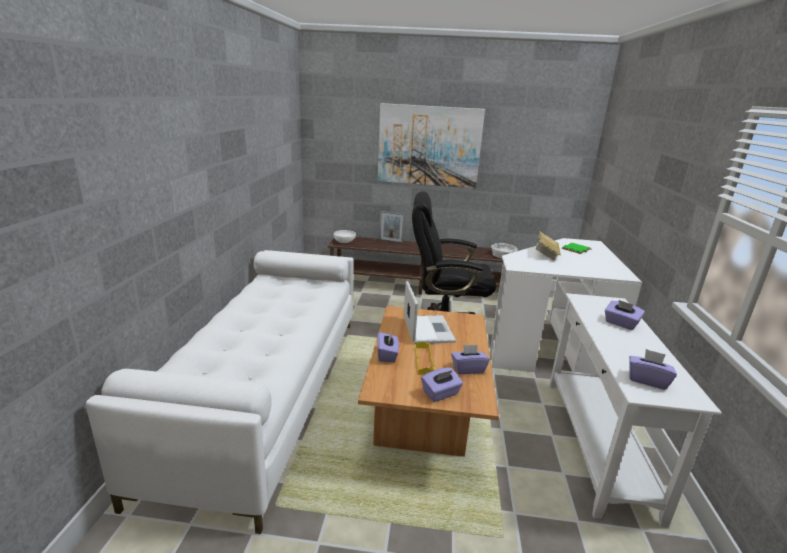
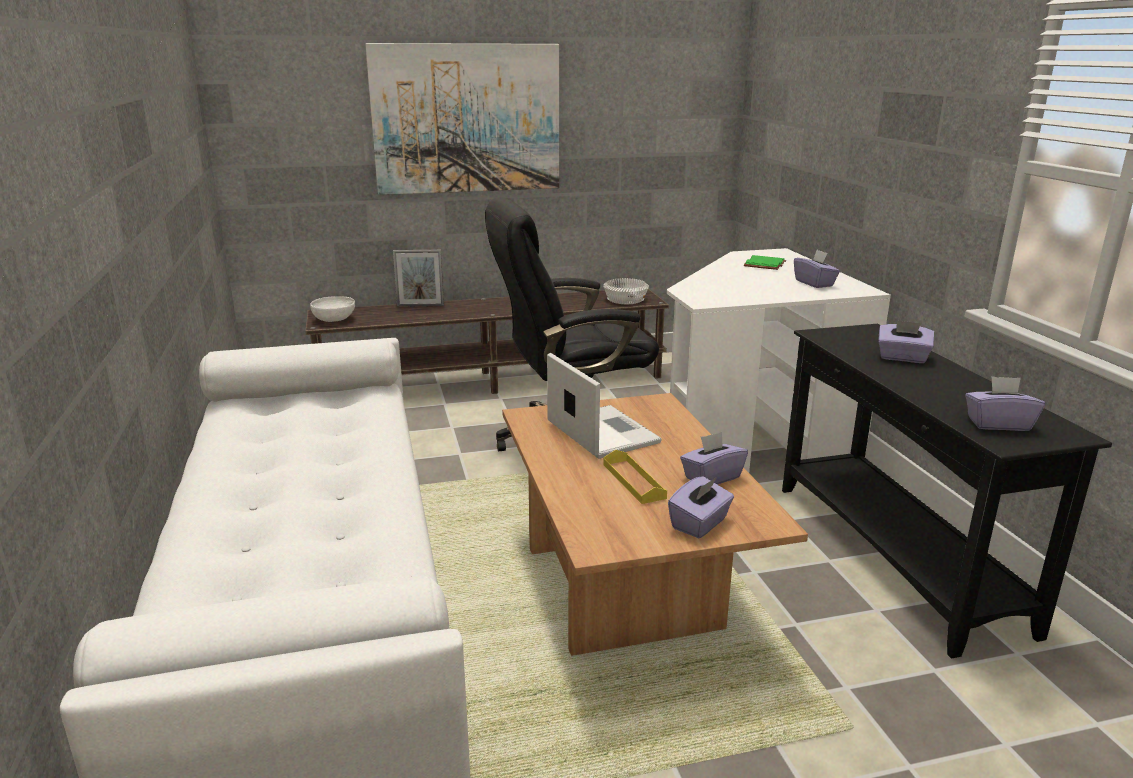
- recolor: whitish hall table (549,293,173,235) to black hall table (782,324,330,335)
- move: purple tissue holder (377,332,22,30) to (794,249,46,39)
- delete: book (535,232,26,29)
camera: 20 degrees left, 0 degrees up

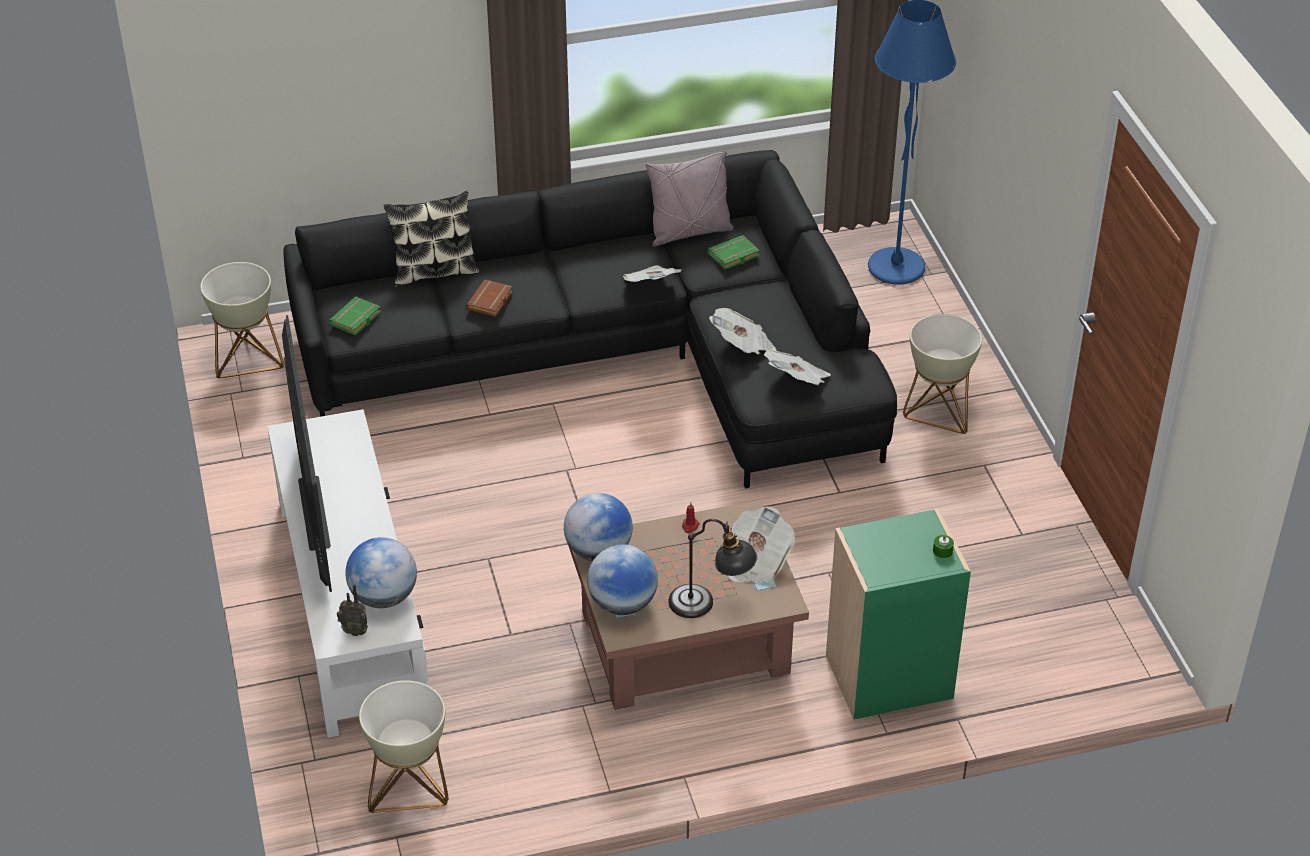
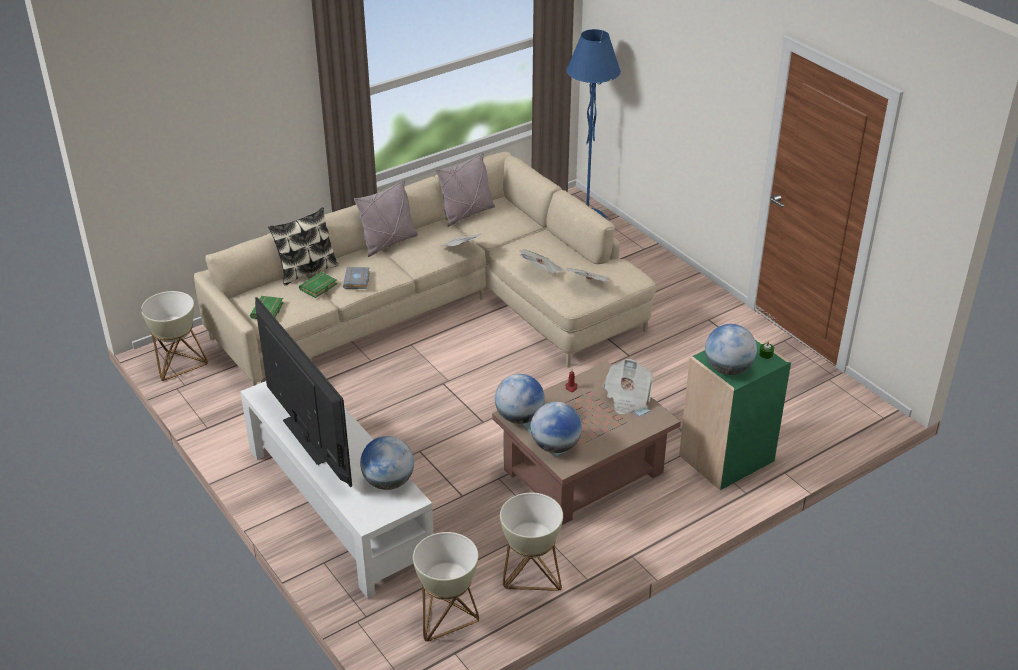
- recolor: black settee (284,150,613,339) to beige-coloured settee (194,151,461,235)
- move: greenish book (707,235,53,35) to (299,272,38,26)
- recolor: brown book (466,280,47,37) to grey book (343,267,27,22)
- insert: purple pillow (354,180,64,77)
- move: plant pot (903,314,79,120) to (500,493,63,98)
- insert: desk globe (705,324,52,51)
- delete: radio (337,584,31,52)
- delete: grey table lamp (668,519,89,99)
camera: 20 degrees left, 5 degrees down

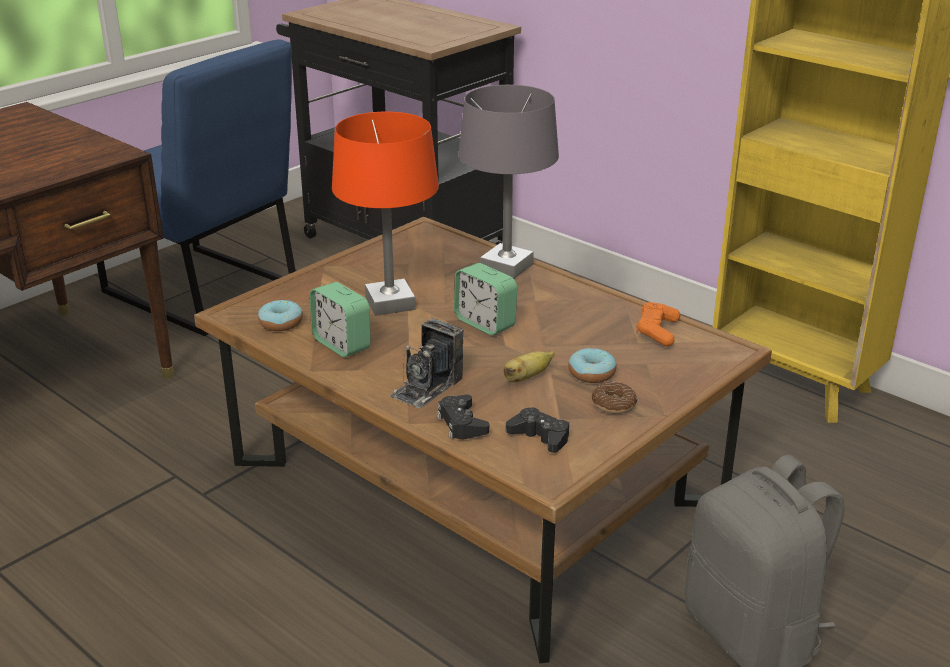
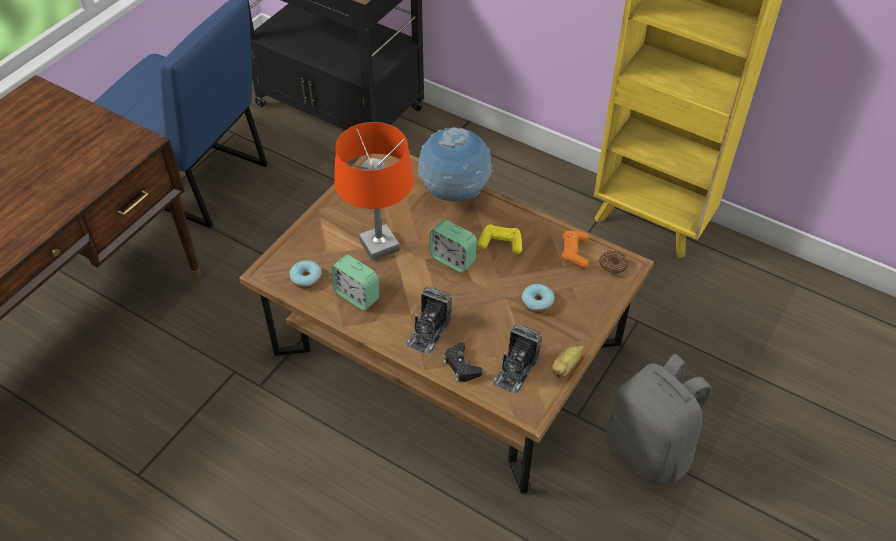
- replace: grey table lamp (458,85,101,194) to desk globe (418,127,76,74)
- insert: yellowish joypad (477,224,45,30)
- replace: black joypad (506,407,63,46) to photo camera (492,323,50,72)
- move: banana fruit (504,351,51,32) to (552,345,32,33)
- move: donut (592,381,45,33) to (599,250,29,25)
camera: 10 degrees left, 20 degrees up

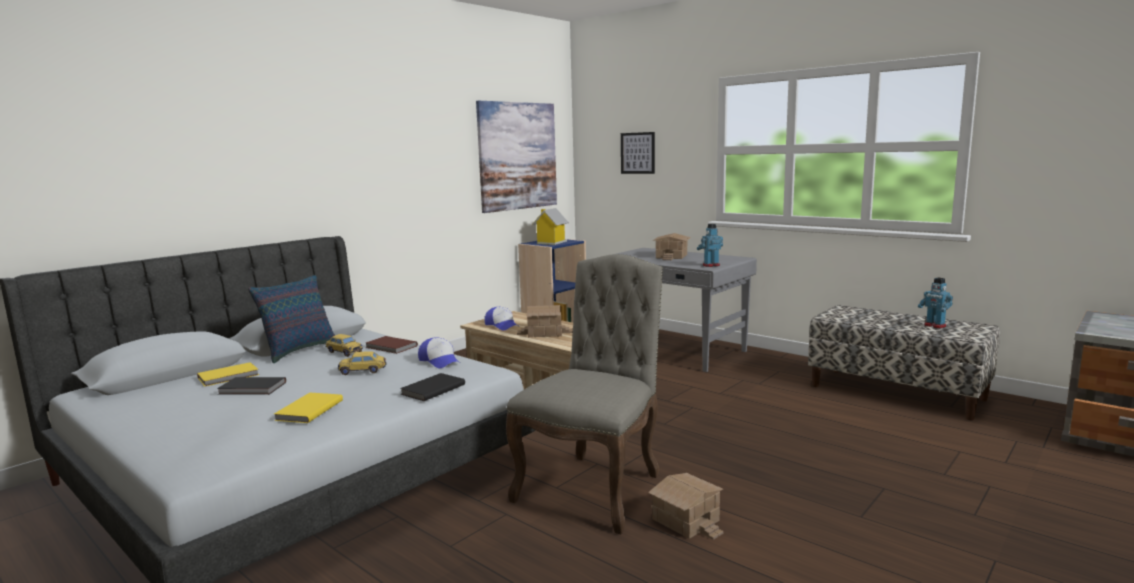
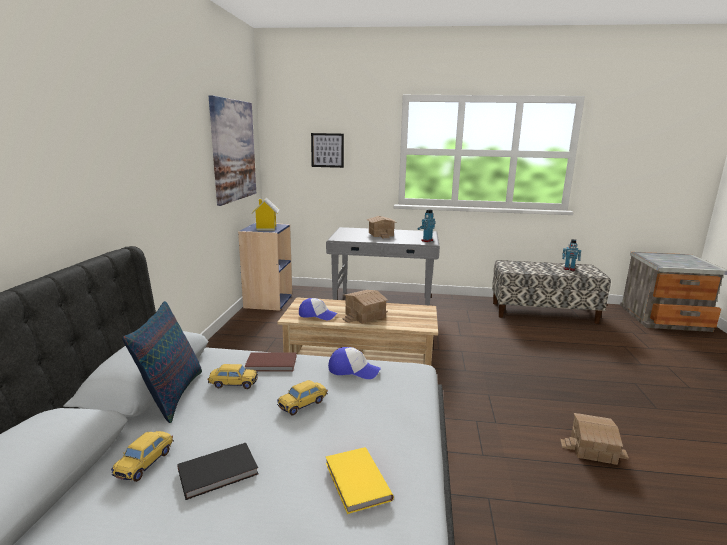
- replace: yellowish book (197,362,62,25) to toy car (111,431,63,51)
- delete: black book (400,373,65,28)
- delete: grey upright chair (506,254,157,280)
camera: 35 degrees left, 5 degrees up

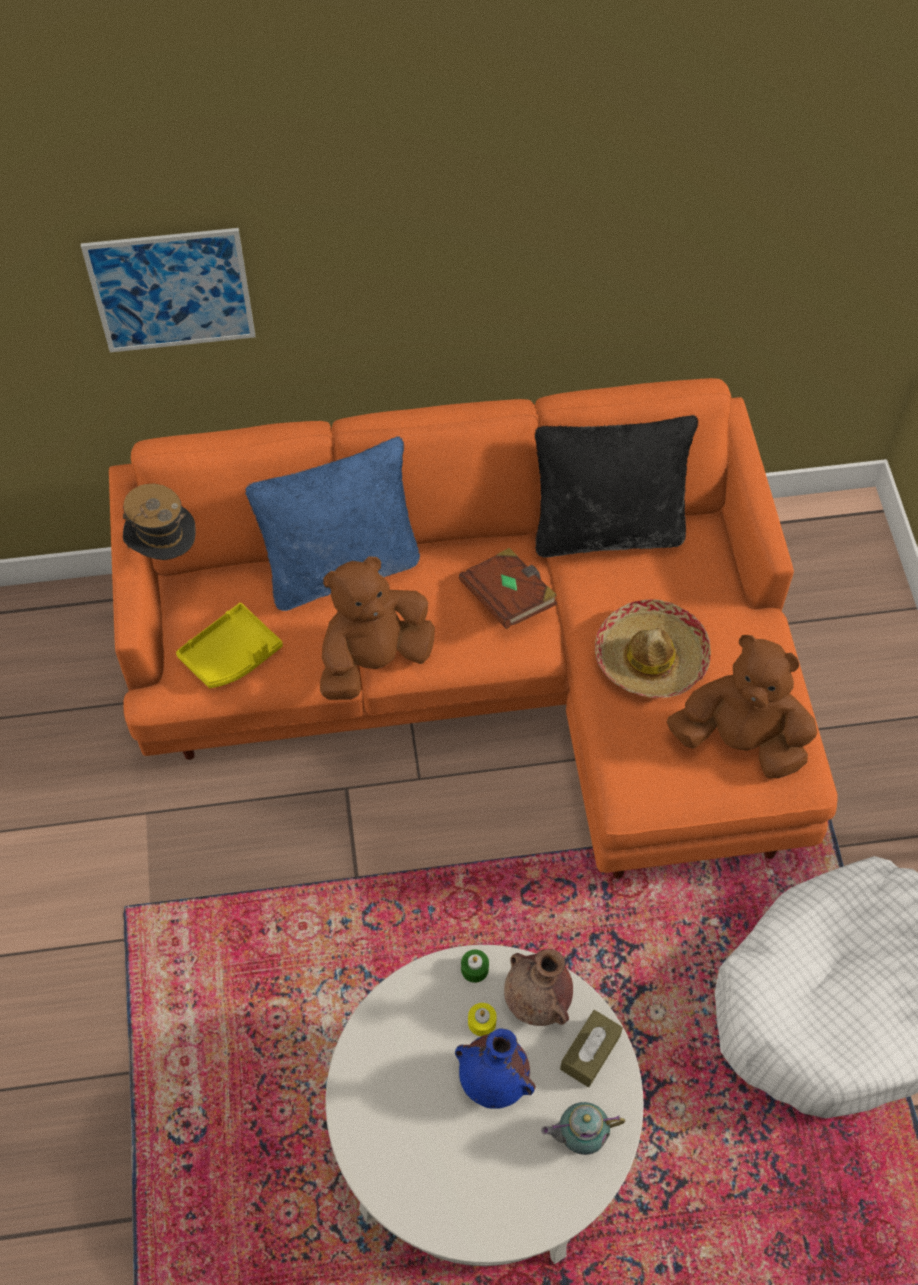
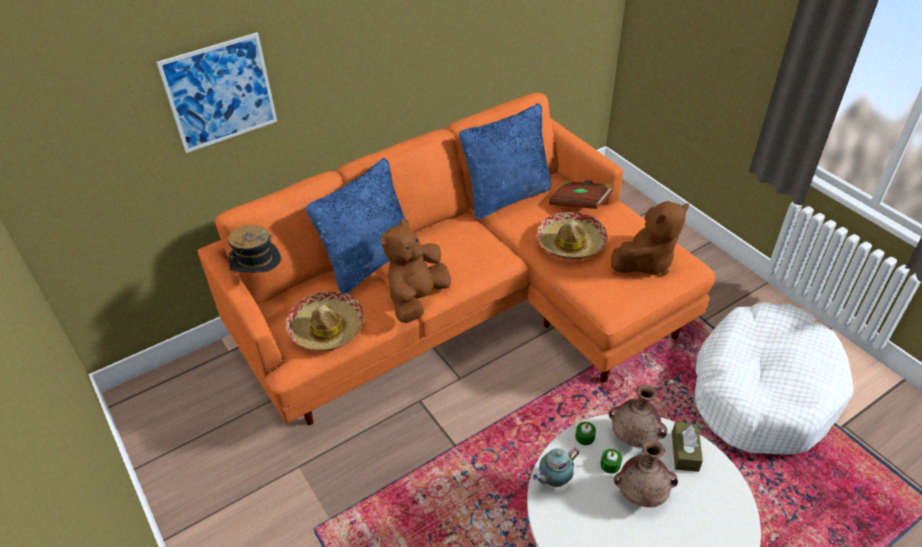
- replace: yellowish serving tray (176,603,107,85) to clothing hat (285,292,79,59)
- recolor: black pillow (534,414,164,144) to bluish pillow (459,103,92,116)
- move: pot for tea (541,1102,84,53) to (532,447,47,40)
- move: brown book (459,548,98,81) to (549,180,64,29)
- recolor: yellowish wax candle (468,1003,29,33) to greenish wax candle (600,449,22,25)
- rotate: brown soft toy (667,635,150,143) = (611,201,78,75) 150 degrees clockwise
- recolor: bluish flower vase (455,1029,81,80) to brown flower vase (614,440,64,67)
camera: 25 degrees left, 15 degrees down

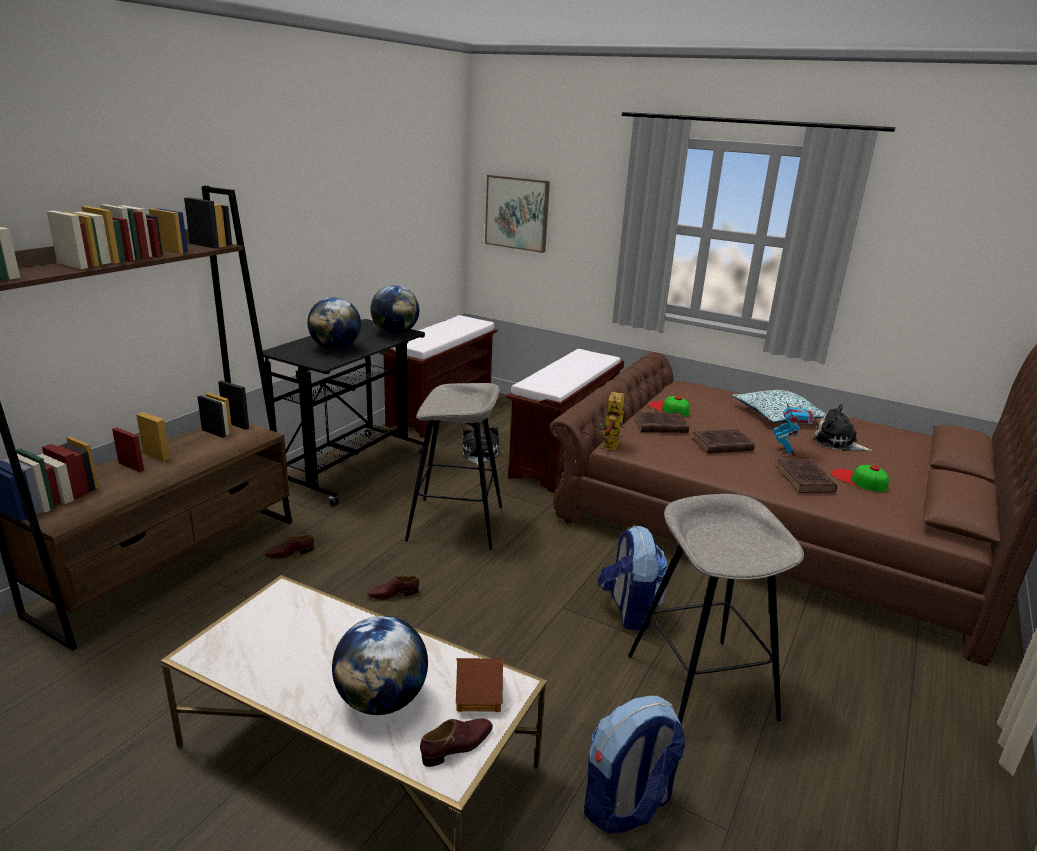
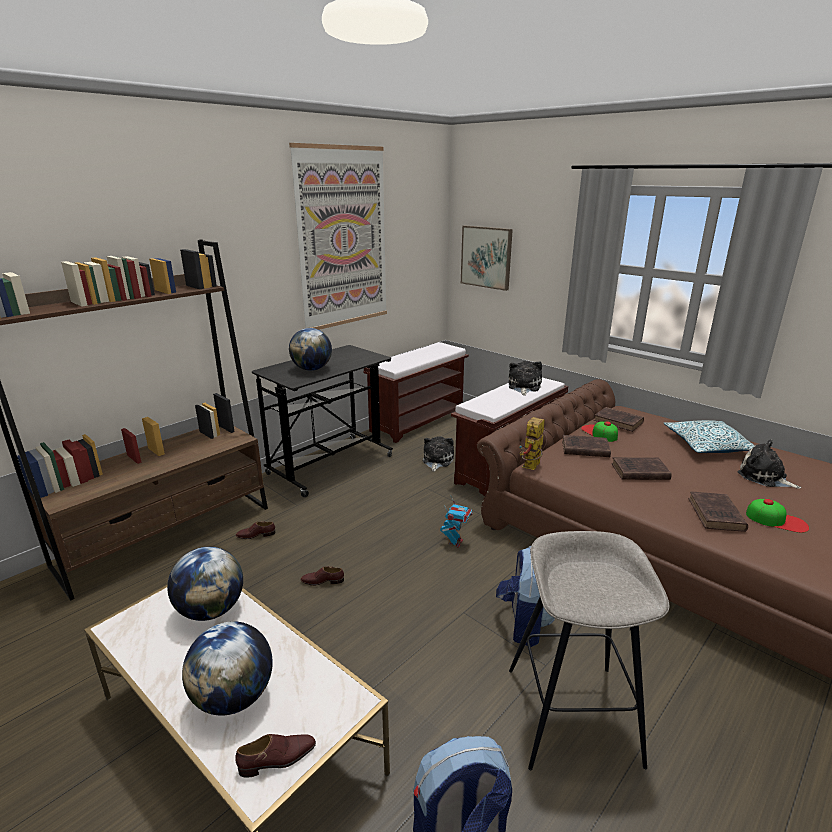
- move: desk globe (371,285,48,49) to (167,547,76,74)
- insert: wall art (289,143,98,187)
- move: model robot (773,397,42,59) to (440,495,33,53)
- insert: soft toy (508,361,34,35)
- insert: brown book (594,407,50,25)
- rotate: cap (831,465,58,27) = (746,499,63,34) 150 degrees clockwise
- delete: grey stool seat (405,383,97,167)
- delete: miniature house (456,658,48,54)
camera: 15 degrees right, 0 degrees up

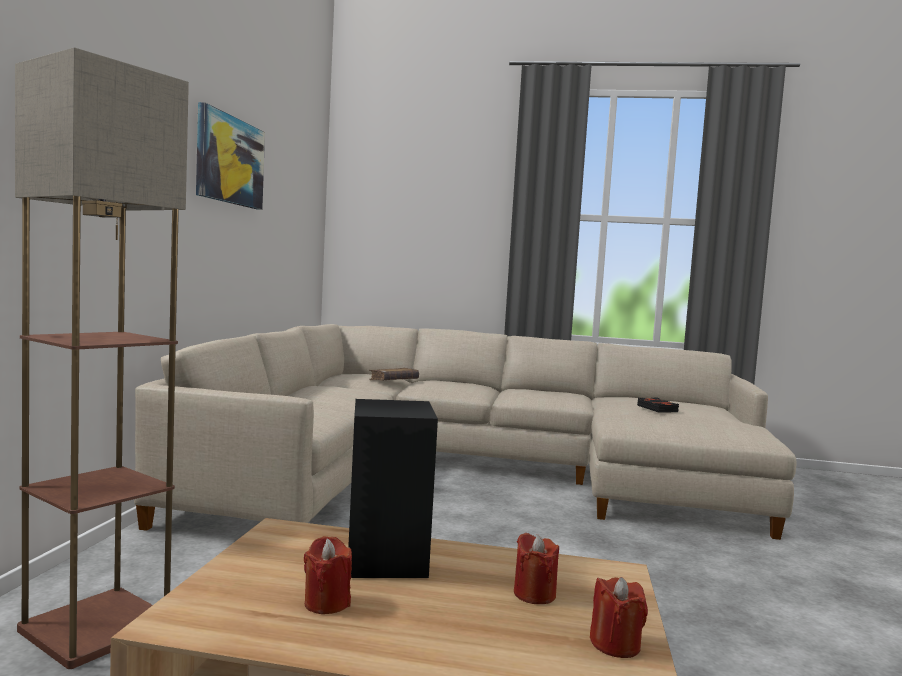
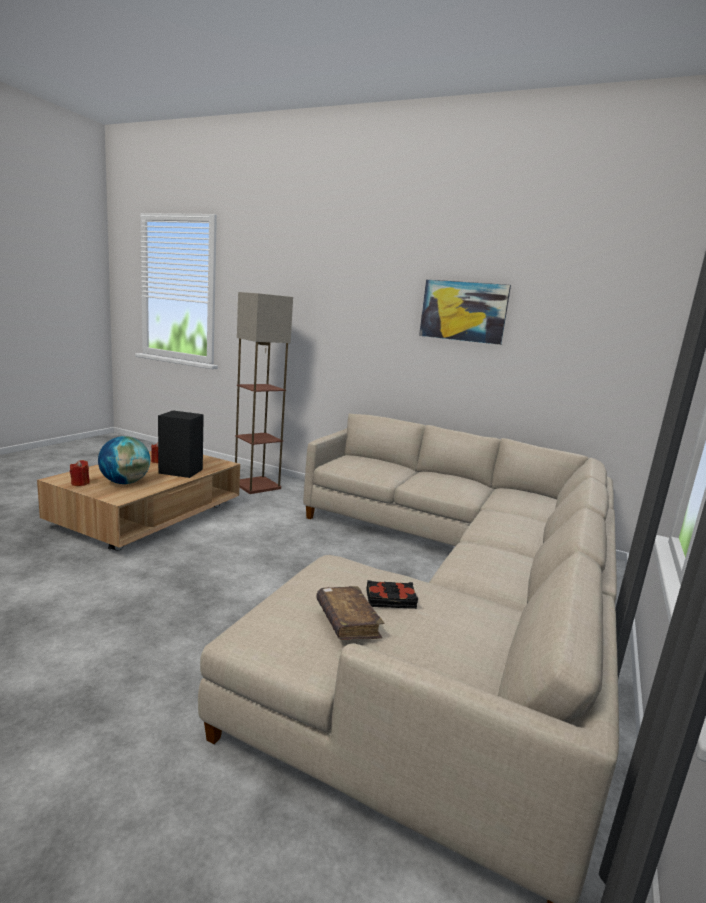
- replace: reddish wax candle (514,533,45,71) to desk globe (98,436,52,48)
- move: brown book (369,368,50,12) to (316,586,68,54)
camera: 105 degrees right, 10 degrees up

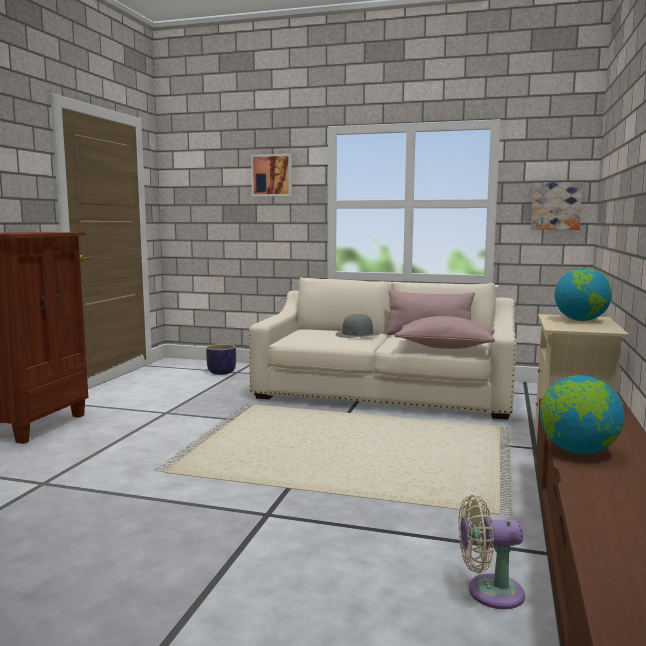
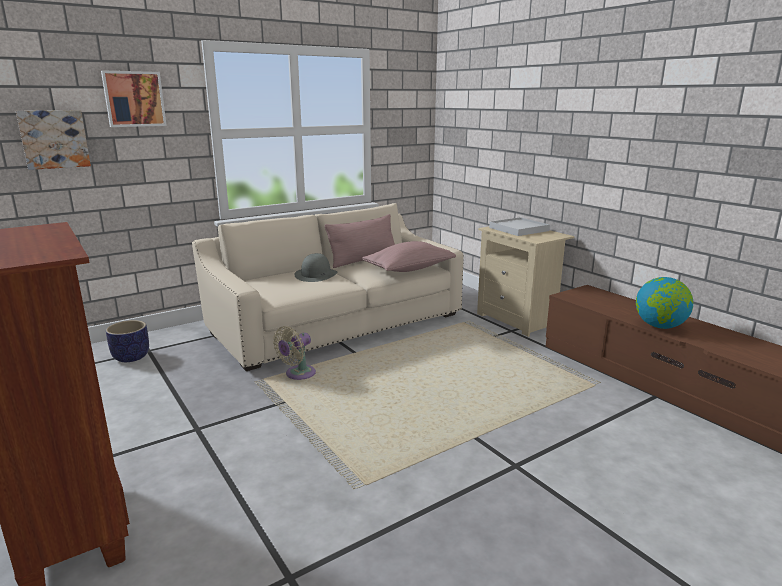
- move: wall art (531,182,52,48) to (16,110,75,60)
- move: beige-coloured electric fan (458,495,67,114) to (273,326,43,54)
- replace: desk globe (555,268,57,53) to whitish serving tray (489,217,61,19)
camera: 50 degrees left, 10 degrees up

